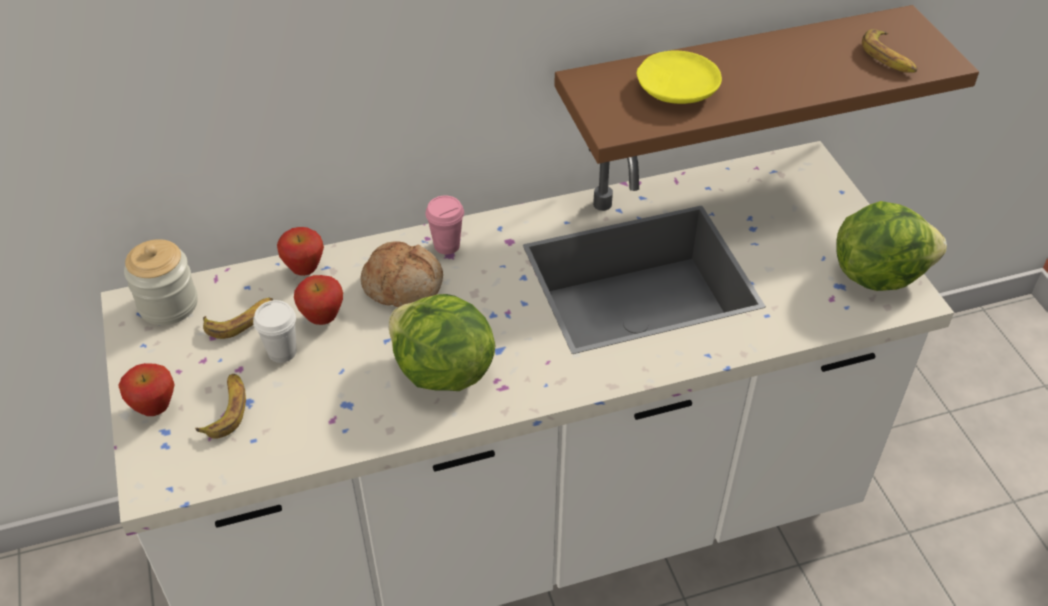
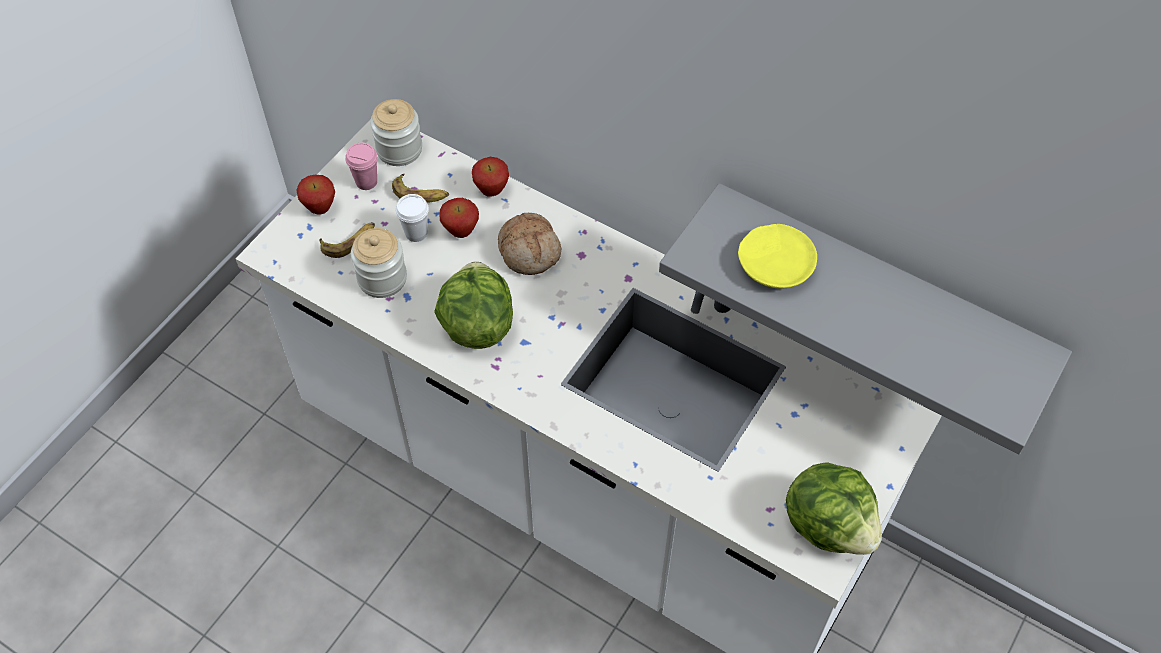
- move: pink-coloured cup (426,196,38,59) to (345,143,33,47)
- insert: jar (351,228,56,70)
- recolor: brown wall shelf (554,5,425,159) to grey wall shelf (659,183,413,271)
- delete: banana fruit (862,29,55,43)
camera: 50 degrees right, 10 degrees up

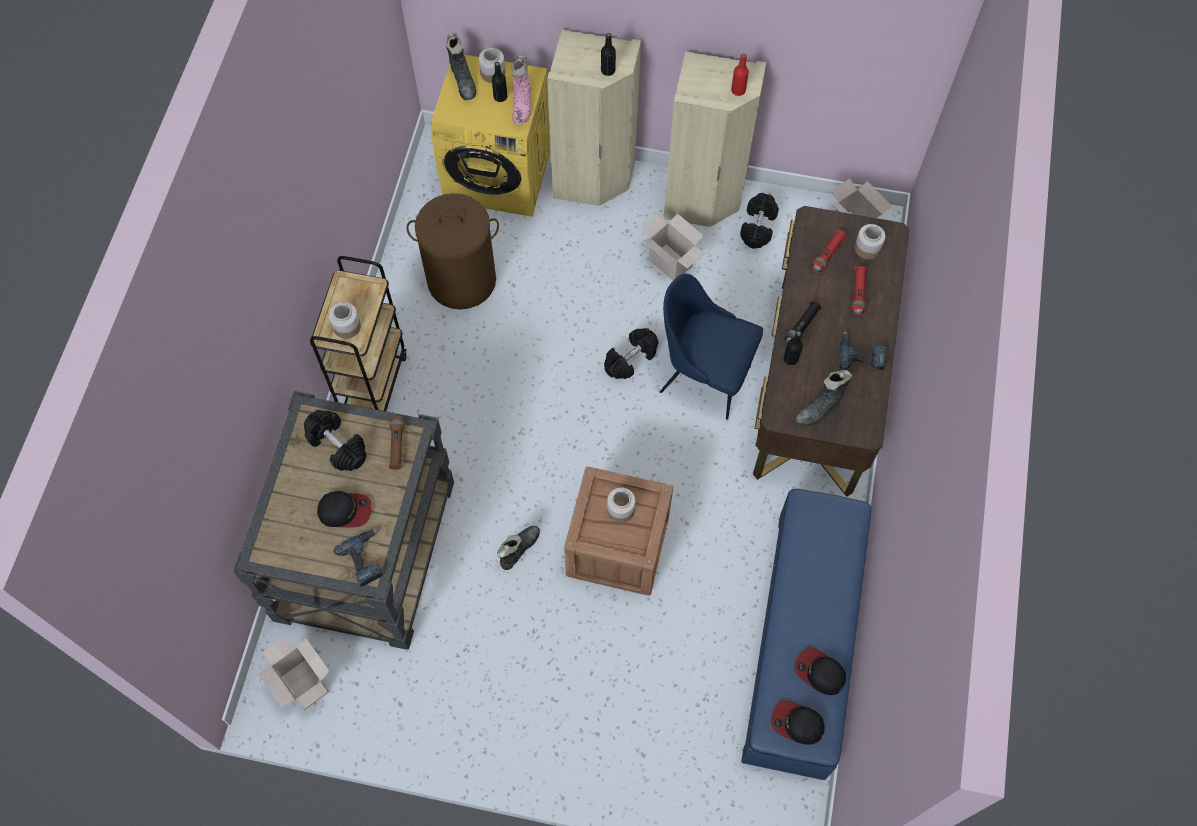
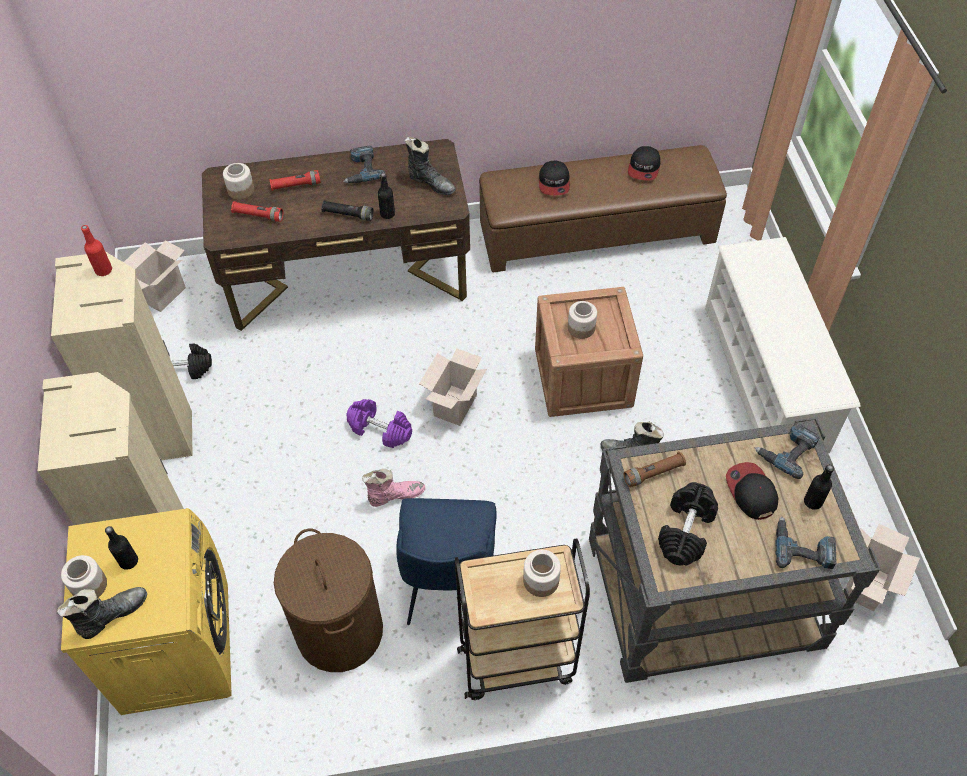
- recolor: black hand weight (604,328,54,51) to purple hand weight (346,399,66,49)
- move: pink-coloured high-top boot (511,56,20,68) to (362,469,63,38)
- move: bluish upright chair (660,274,103,146) to (396,498,100,127)
- move: carton (642,213,63,67) to (419,349,68,77)
- recolor: bluish indoor bench (741,489,130,291) to brown indoor bench (479,145,248,127)
- move: cap (771,700,54,45) to (539,160,31,35)
- insert: whitish shoe stand (705,237,156,217)
- insert: power drill (775,517,61,52)
- move: black drink bottle (601,33,15,43) to (804,464,30,46)
camera: 110 degrees left, 10 degrees down

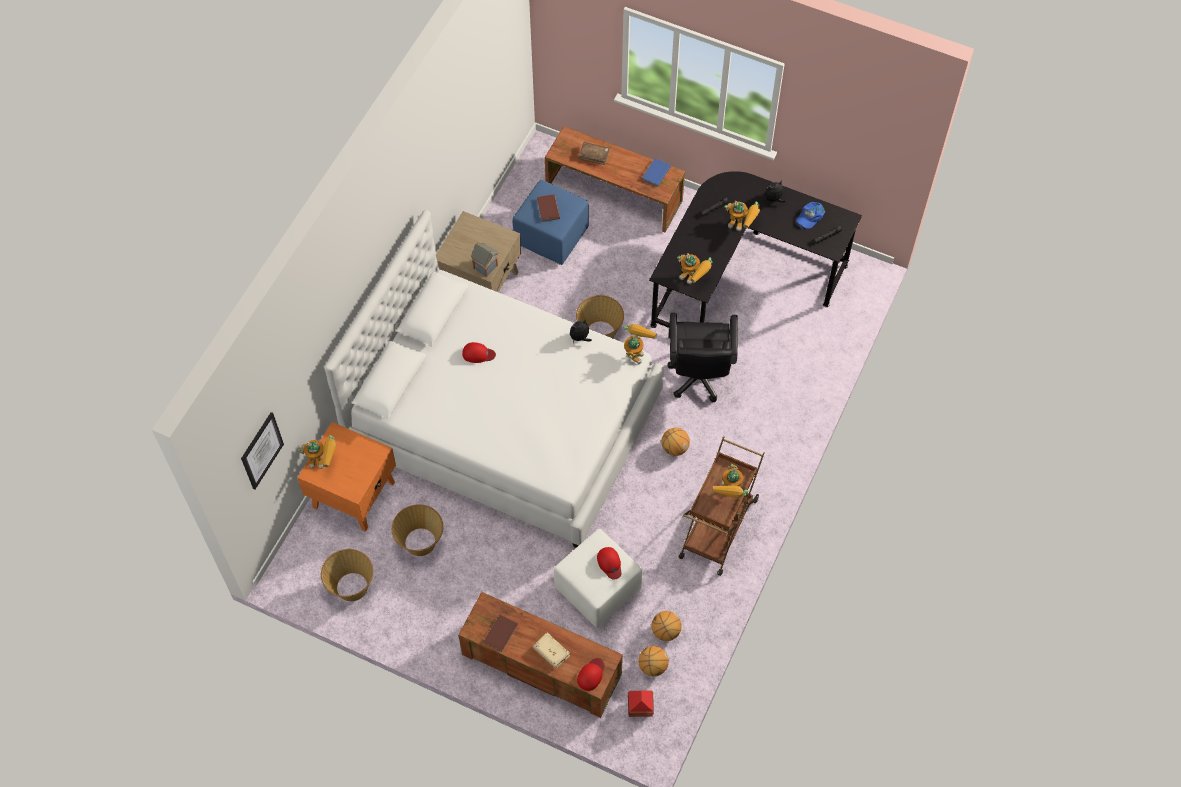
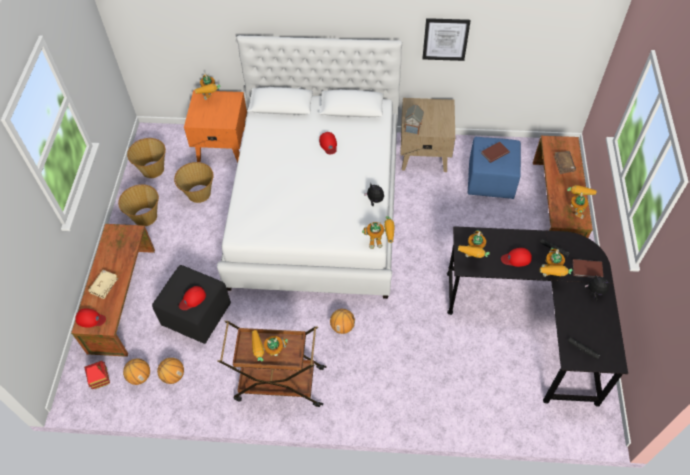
- move: household basket (576,295,48,43) to (118,184,41,42)
- recolor: whitish footrest (554,529,88,99) to black footrest (152,265,79,79)
- move: wall art (241,412,43,77) to (422,18,48,43)
- insert: reddish cap (501,248,31,19)
- replace: bluish book (642,158,29,29) to model robot (567,185,29,34)
- move: brown book (483,615,35,37) to (573,259,30,19)
- delete: black desk chair (668,313,70,89)
- delete: bluish cap (796,201,29,28)
camera: 70 degrees right, 5 degrees down

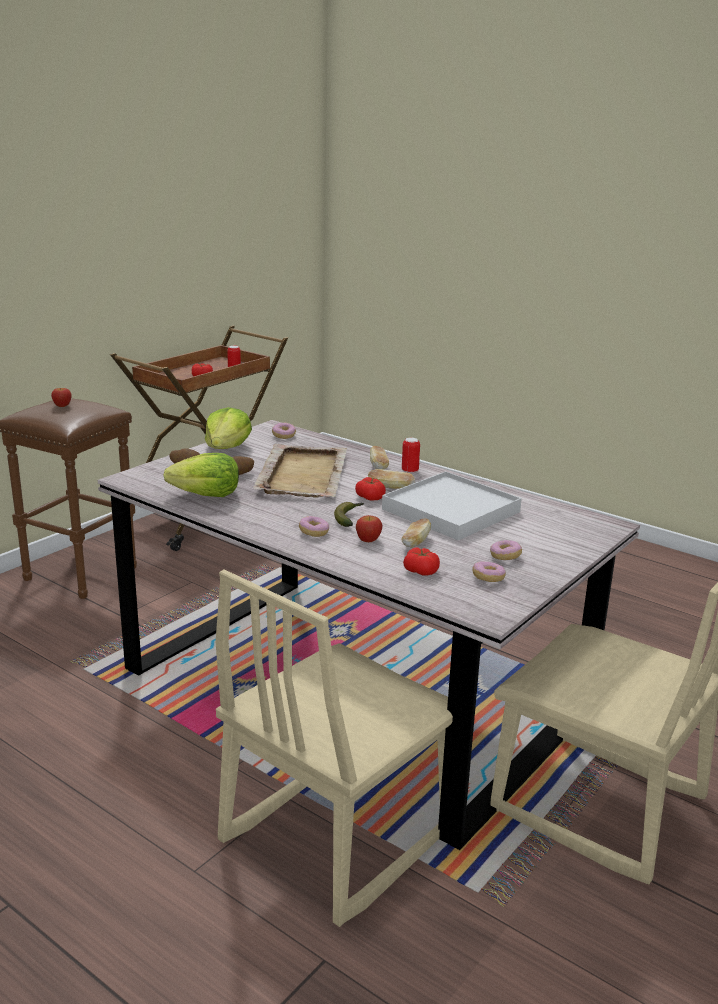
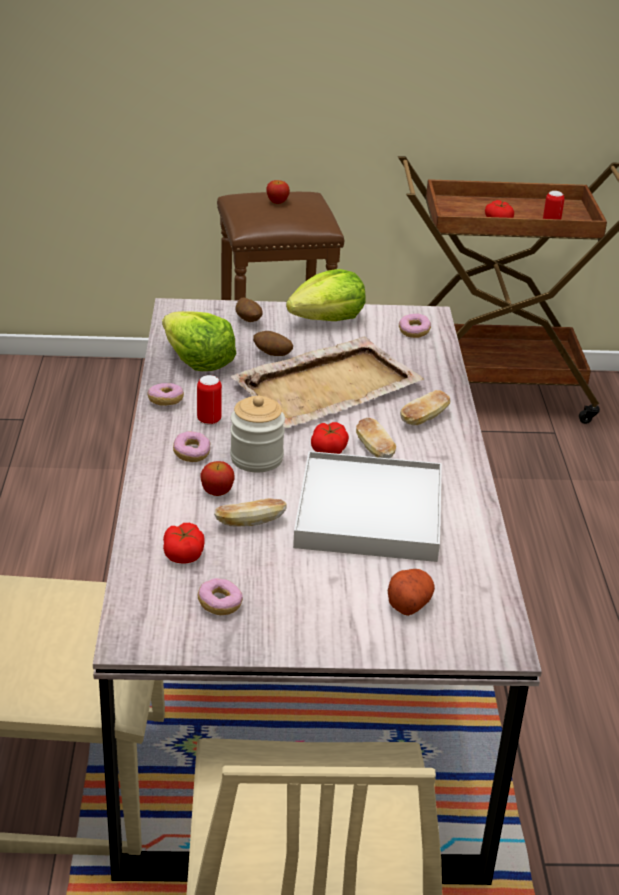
- move: donut (490,540,32,20) to (147,383,37,23)
- move: metal can (402,438,18,35) to (197,375,25,50)
- replace: banana fruit (334,502,30,25) to jar (230,396,55,76)
- insert: whole potato (388,569,47,47)
camera: 50 degrees right, 10 degrees up

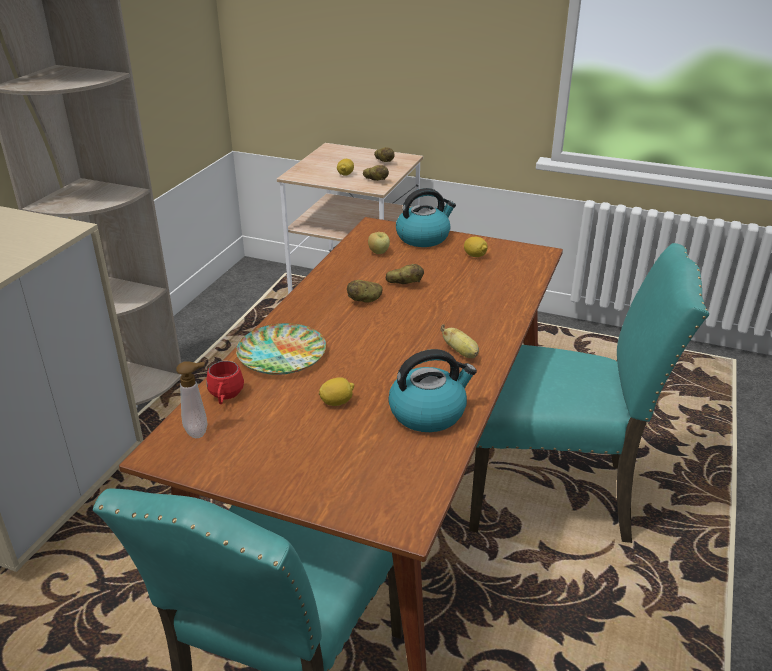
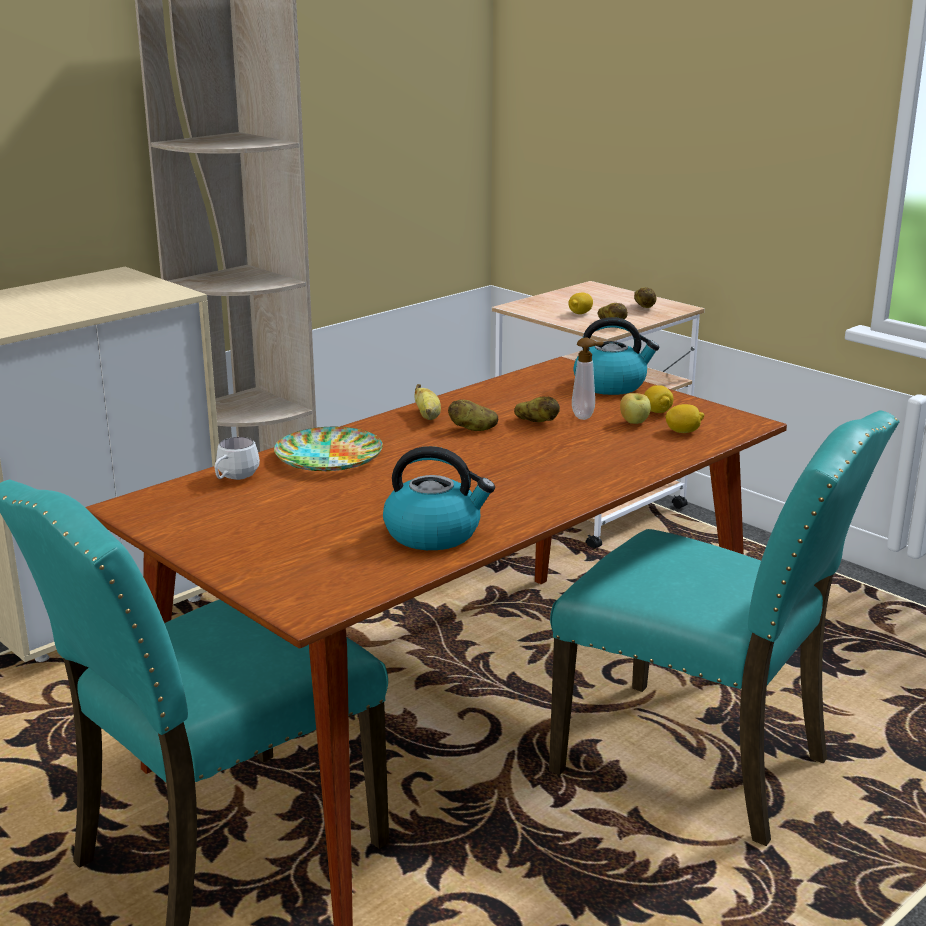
- recolor: reddish mug (206,361,38,43) to whitish mug (215,437,45,43)
- move: banana fruit (441,324,38,34) to (414,384,27,36)
- move: liquid soap bottle (176,361,31,77) to (572,338,32,82)
- move: whole apple (368,232,22,22) to (620,393,31,31)
- move: citrus fruit (319,377,35,29) to (665,404,39,29)
camera: 25 degrees right, 10 degrees down

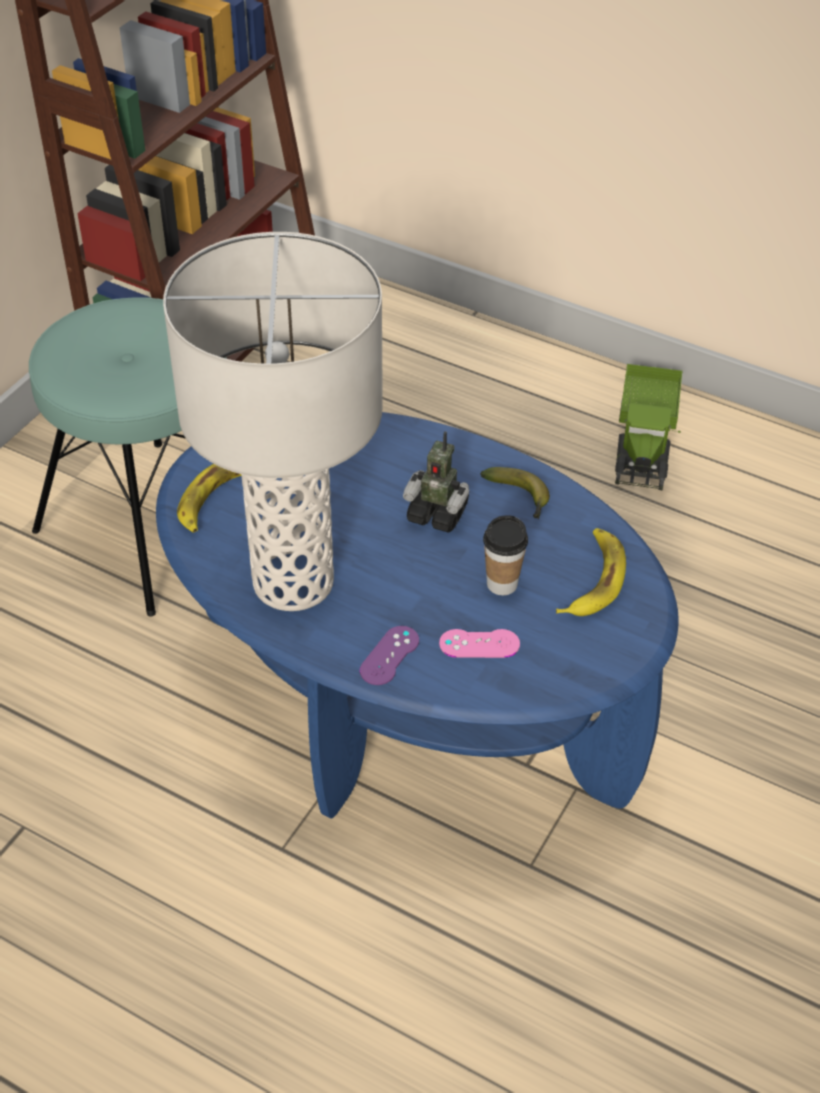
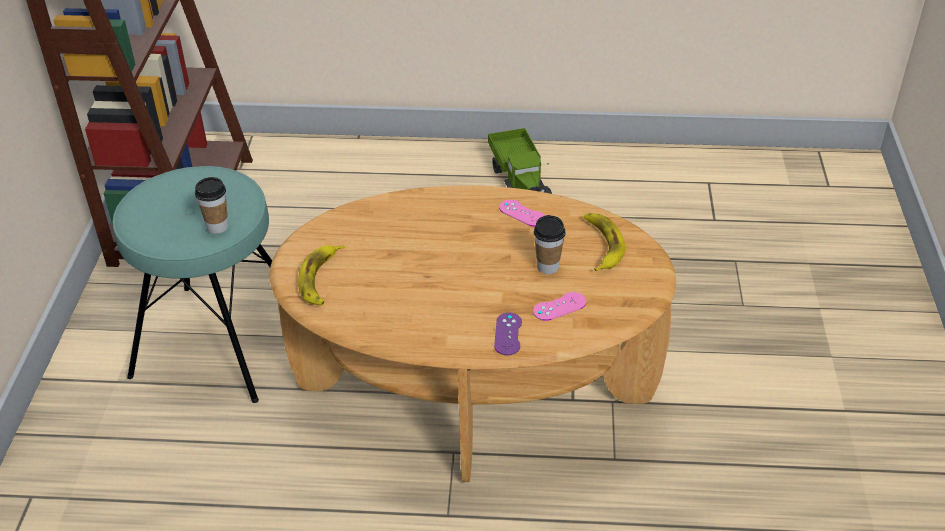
- insert: cup (195,177,33,57)
- recolor: bluish low table (156,412,523,407) to brown low table (270,185,406,297)
- replace: banana fruit (480,467,70,53) to pink-coloured joypad (499,200,46,27)
- delete: whitish table lamp (163,232,220,379)
- delete: model robot (403,431,66,102)
camera: 25 degrees left, 5 degrees down

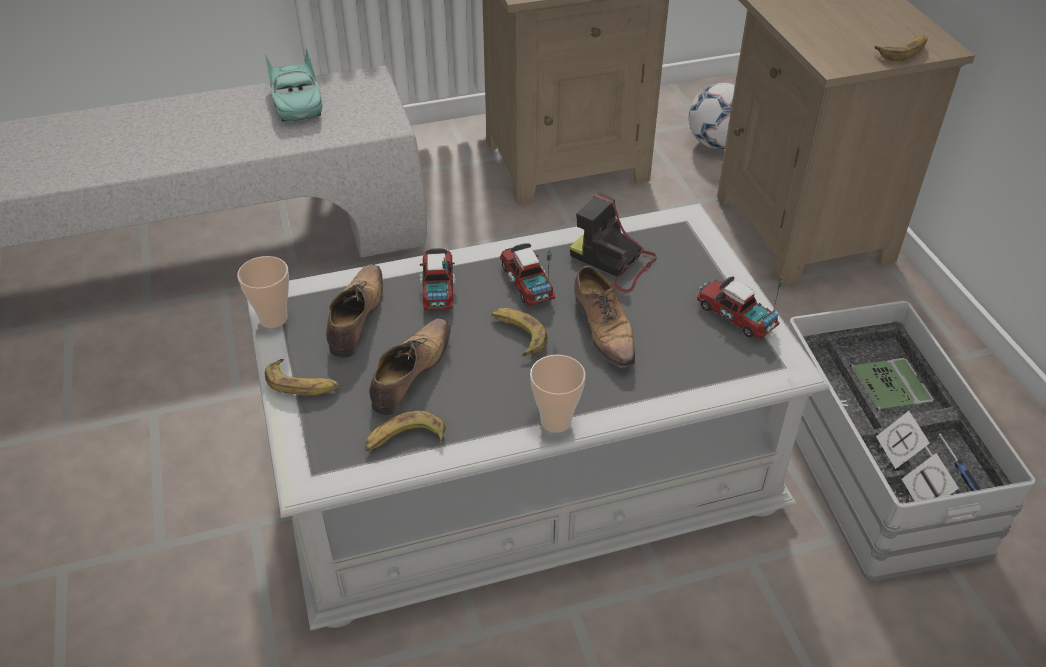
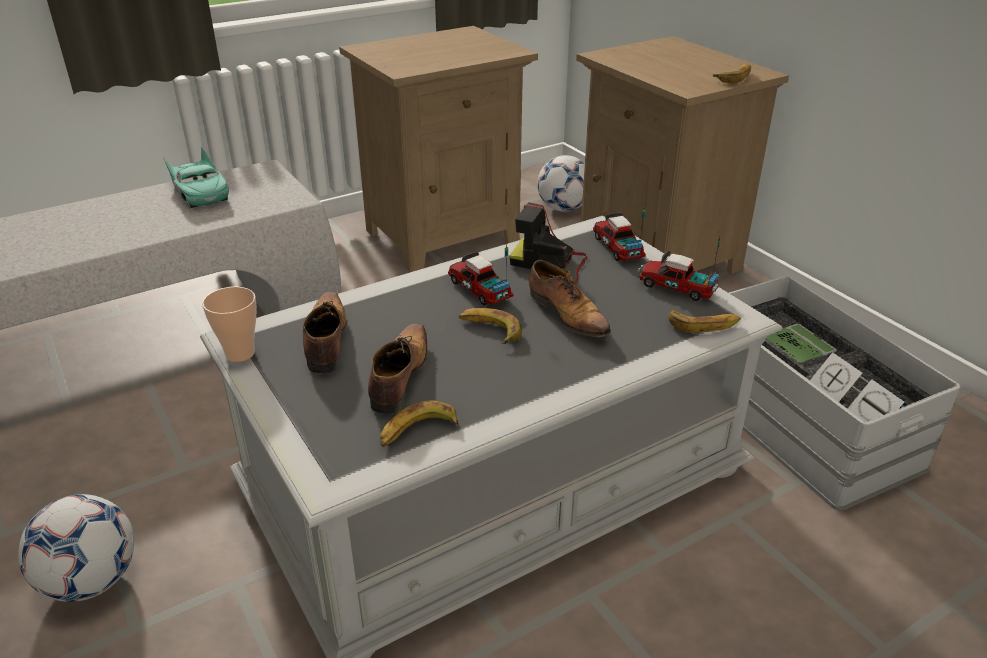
- insert: ball for football (18,494,116,108)
- move: toy lorry (420,248,36,62) to (593,206,53,55)
- move: banana fruit (265,359,74,36) to (668,308,73,25)
- delete: cup (530,355,56,78)
camera: 15 degrees left, 10 degrees down

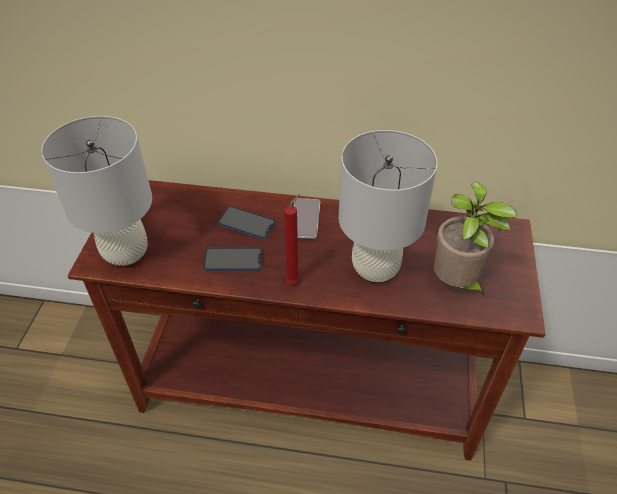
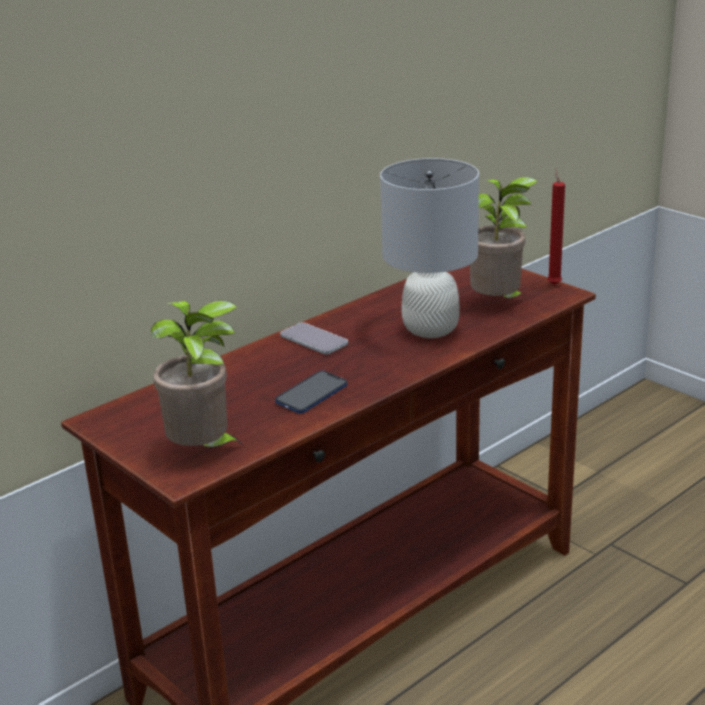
- replace: grey table lamp (41,116,111,150) to plant in a pot (151,300,94,147)
- move: reddish wax candle (284,194,16,90) to (547,168,18,117)
- delete: telephone (217,206,59,34)
camera: 50 degrees left, 20 degrees down

